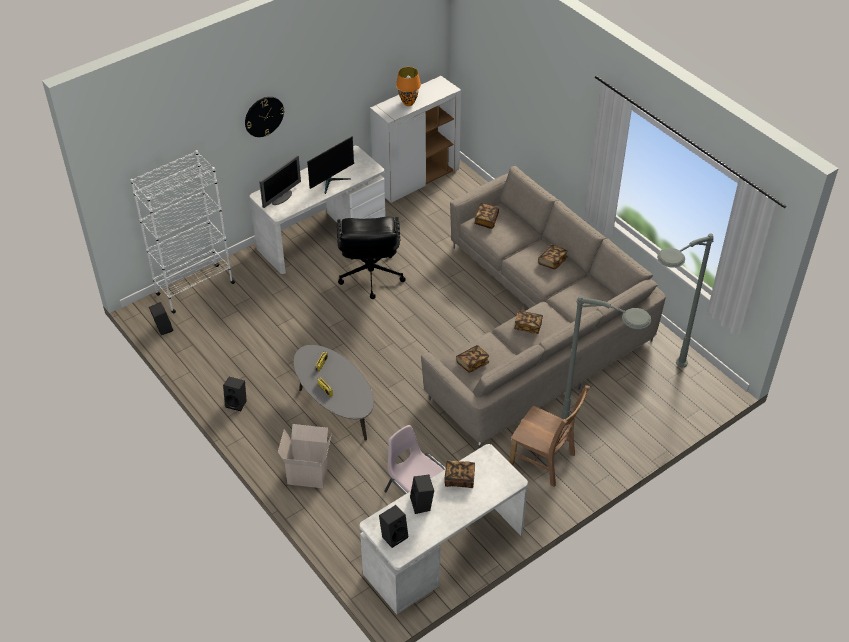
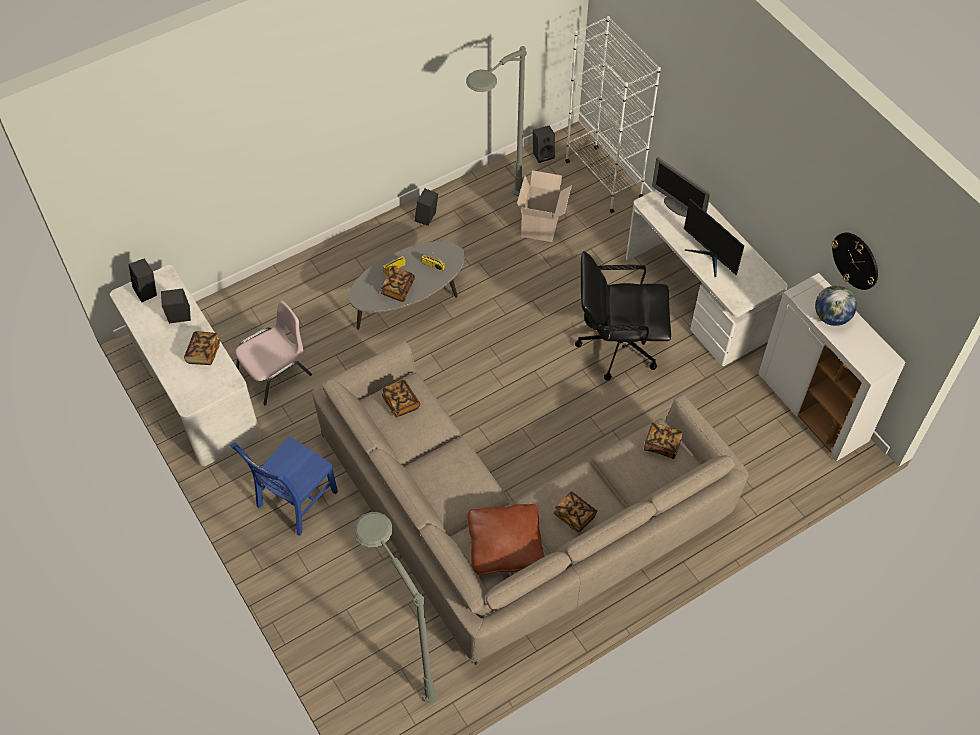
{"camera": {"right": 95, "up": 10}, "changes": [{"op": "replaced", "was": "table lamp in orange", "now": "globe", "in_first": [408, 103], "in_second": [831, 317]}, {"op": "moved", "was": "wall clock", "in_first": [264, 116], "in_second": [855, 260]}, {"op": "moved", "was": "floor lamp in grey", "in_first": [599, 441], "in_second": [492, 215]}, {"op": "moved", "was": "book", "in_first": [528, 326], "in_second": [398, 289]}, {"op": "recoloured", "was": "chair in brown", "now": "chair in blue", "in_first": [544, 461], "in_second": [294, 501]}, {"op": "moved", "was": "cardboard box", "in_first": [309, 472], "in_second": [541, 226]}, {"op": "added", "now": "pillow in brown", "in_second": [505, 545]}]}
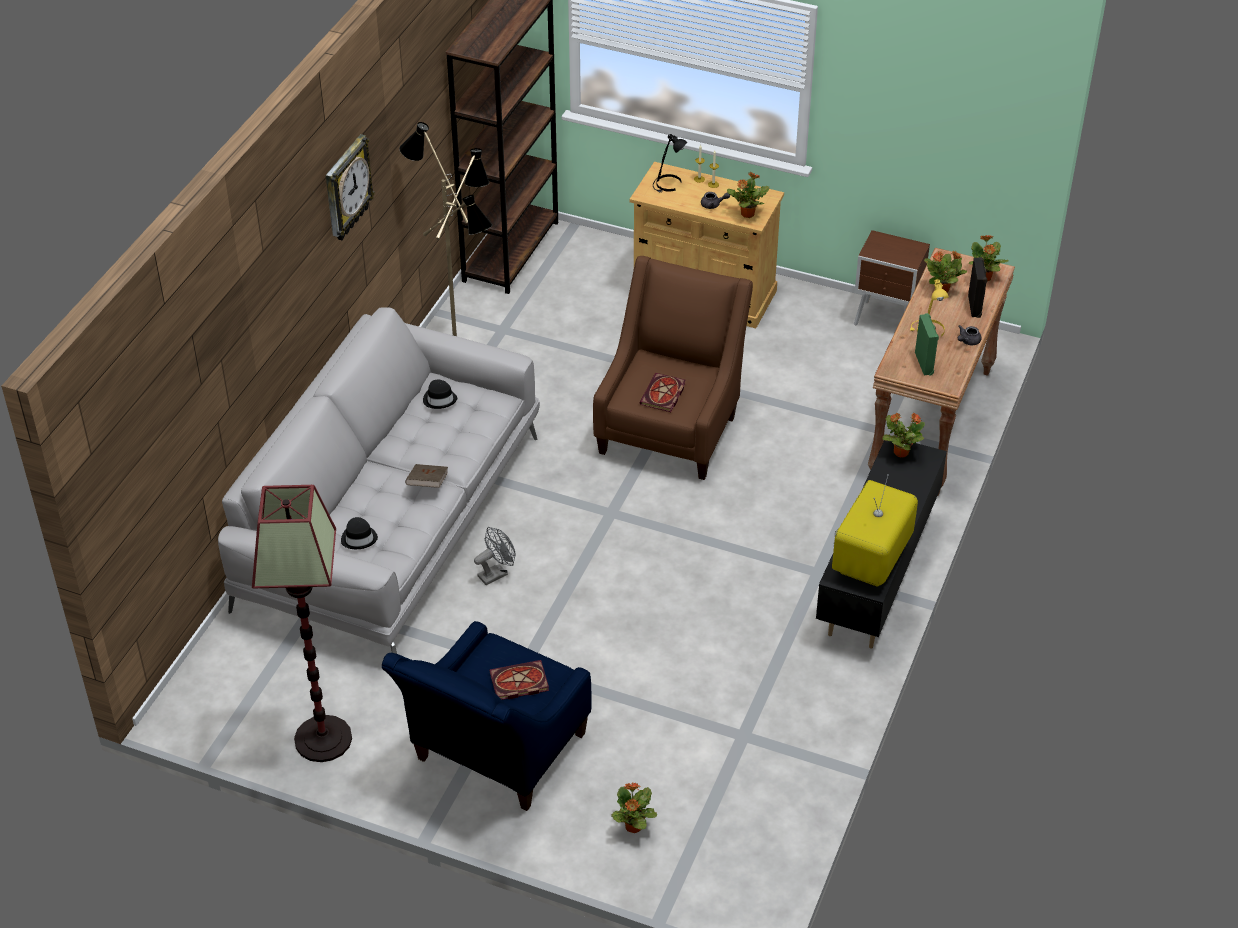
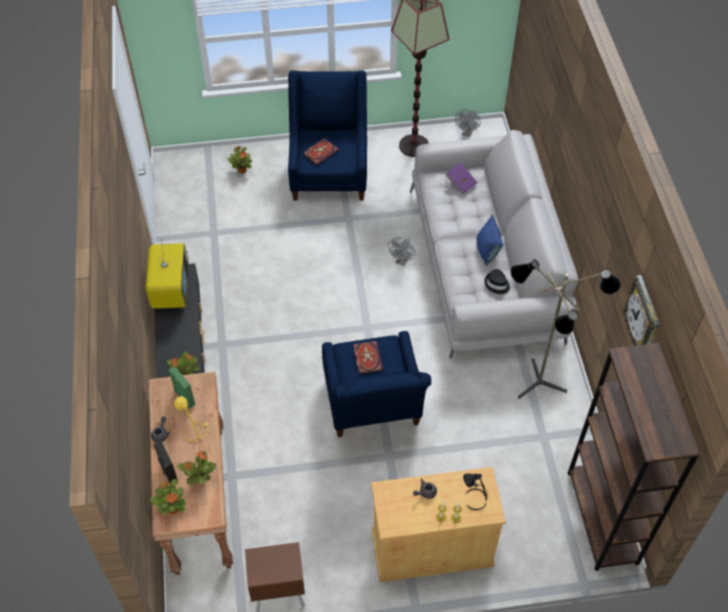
{"camera": {"right": 150, "up": 10}, "changes": [{"op": "moved", "was": "wall clock", "in_first": [346, 189], "in_second": [643, 319]}, {"op": "removed", "was": "potted plant", "in_first": [747, 214]}, {"op": "recoloured", "was": "armchair in brown", "now": "armchair in blue", "in_first": [671, 428], "in_second": [373, 408]}, {"op": "removed", "was": "book in brown", "in_first": [427, 484]}, {"op": "replaced", "was": "hat in black", "now": "book in purple", "in_first": [359, 538], "in_second": [461, 183]}, {"op": "added", "now": "fan in grey", "in_second": [467, 133]}, {"op": "added", "now": "pillow in blue", "in_second": [487, 251]}]}
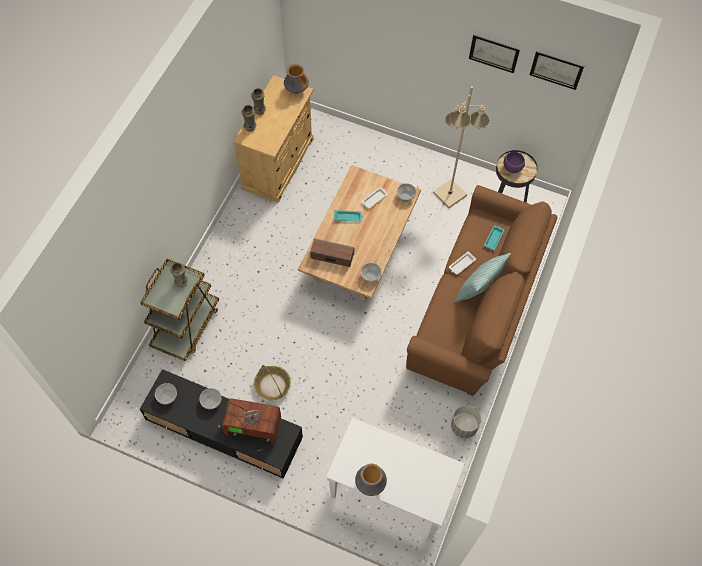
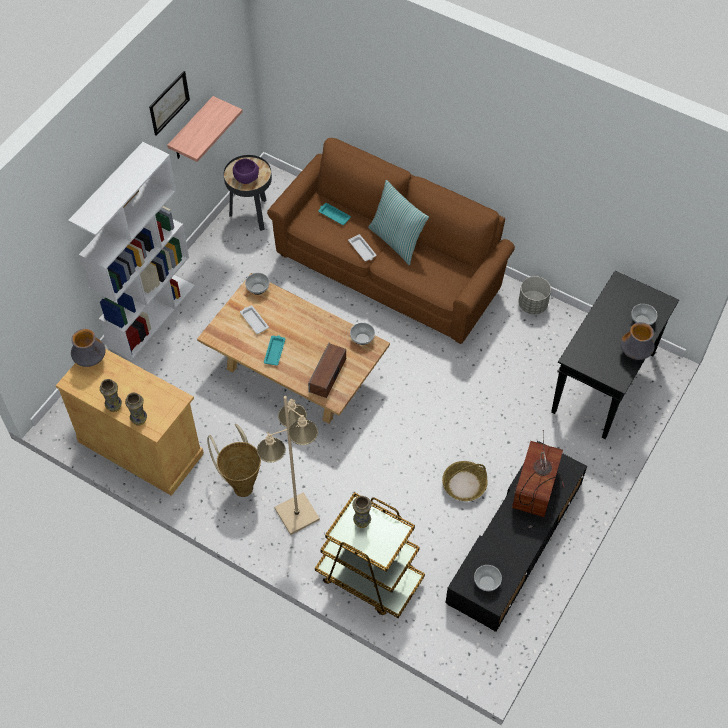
{"camera": {"right": -80, "up": -5}, "changes": [{"op": "removed", "was": "picture", "in_first": [556, 70]}, {"op": "moved", "was": "floor lamp in beige", "in_first": [449, 194], "in_second": [296, 515]}, {"op": "moved", "was": "bowl", "in_first": [211, 402], "in_second": [642, 321]}, {"op": "recoloured", "was": "console table in white", "now": "console table in black", "in_first": [389, 494], "in_second": [603, 384]}, {"op": "added", "now": "shelf", "in_second": [192, 130]}, {"op": "added", "now": "bookcase in white", "in_second": [151, 315]}, {"op": "added", "now": "basket", "in_second": [241, 484]}]}
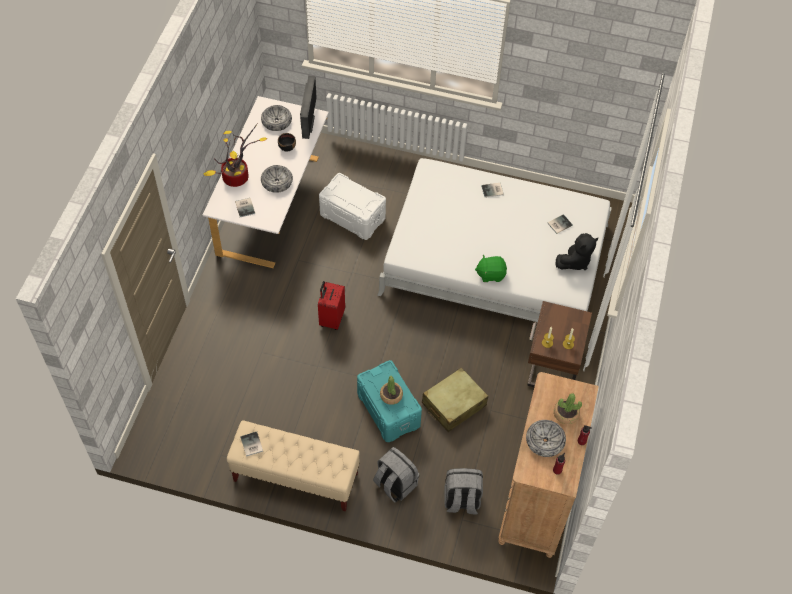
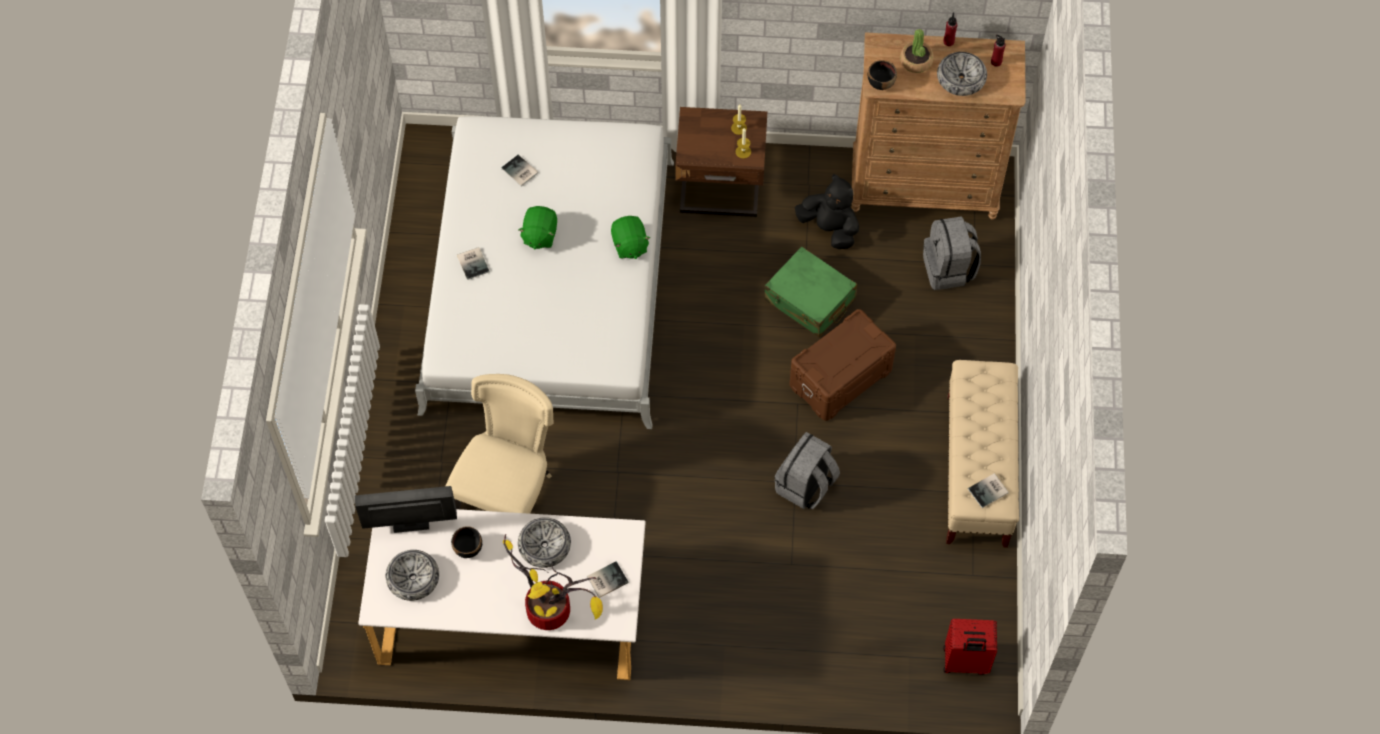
{"camera": {"right": -100, "up": 5}, "changes": [{"op": "replaced", "was": "storage box in white", "now": "chair in beige", "in_first": [352, 217], "in_second": [509, 494]}, {"op": "moved", "was": "plush toy in black", "in_first": [575, 261], "in_second": [829, 228]}, {"op": "moved", "was": "suitcase in red", "in_first": [331, 318], "in_second": [965, 662]}, {"op": "recoloured", "was": "storage box in turquoise", "now": "storage box in brown", "in_first": [388, 410], "in_second": [841, 378]}, {"op": "recoloured", "was": "suitcase in beige", "now": "suitcase in green", "in_first": [453, 404], "in_second": [810, 300]}, {"op": "removed", "was": "potted plant", "in_first": [391, 395]}, {"op": "moved", "was": "backpack in grey", "in_first": [395, 484], "in_second": [805, 486]}, {"op": "added", "now": "bowl in black", "in_second": [880, 83]}, {"op": "added", "now": "plush toy in green", "in_second": [539, 235]}]}
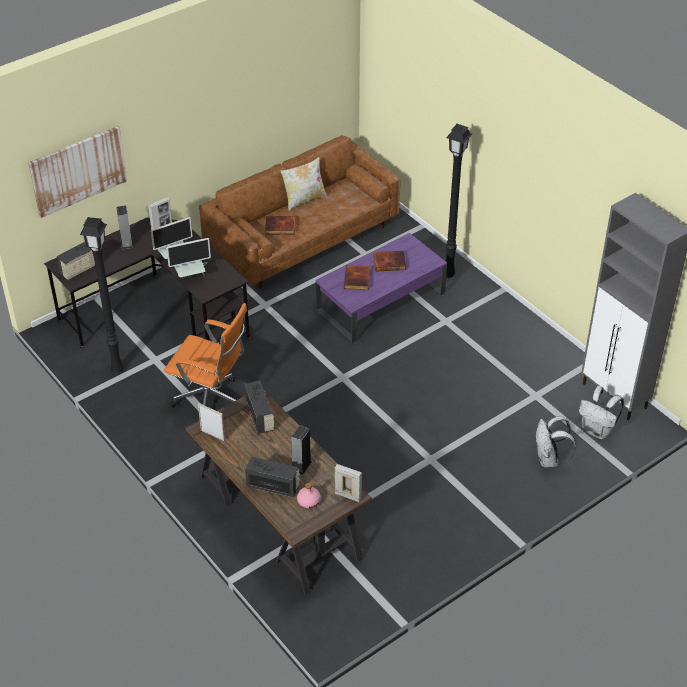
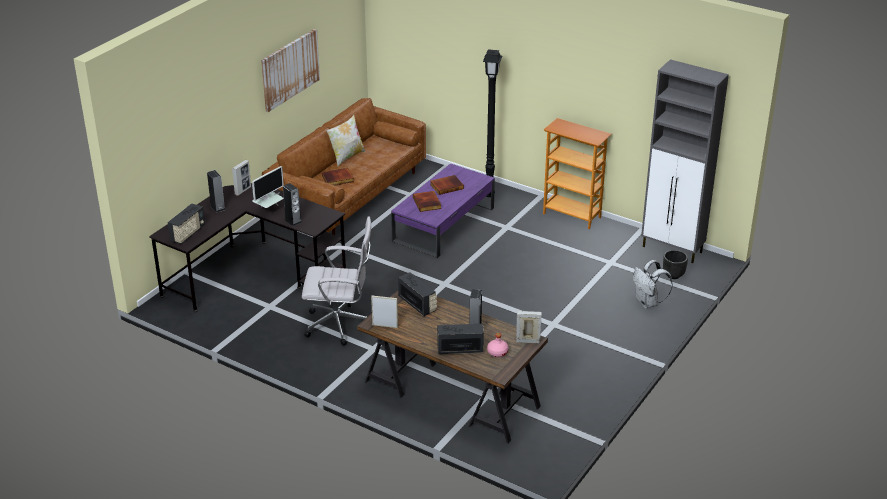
{"camera": {"right": -20, "up": -10}, "changes": [{"op": "moved", "was": "picture", "in_first": [78, 171], "in_second": [290, 69]}, {"op": "removed", "was": "floor lamp in black", "in_first": [117, 369]}, {"op": "replaced", "was": "monitor", "now": "speaker", "in_first": [191, 278], "in_second": [293, 221]}, {"op": "recoloured", "was": "office chair in orange", "now": "office chair in white", "in_first": [212, 401], "in_second": [340, 325]}, {"op": "replaced", "was": "backpack in white", "now": "planter in black", "in_first": [597, 430], "in_second": [673, 275]}, {"op": "added", "now": "bookcase", "in_second": [572, 215]}]}
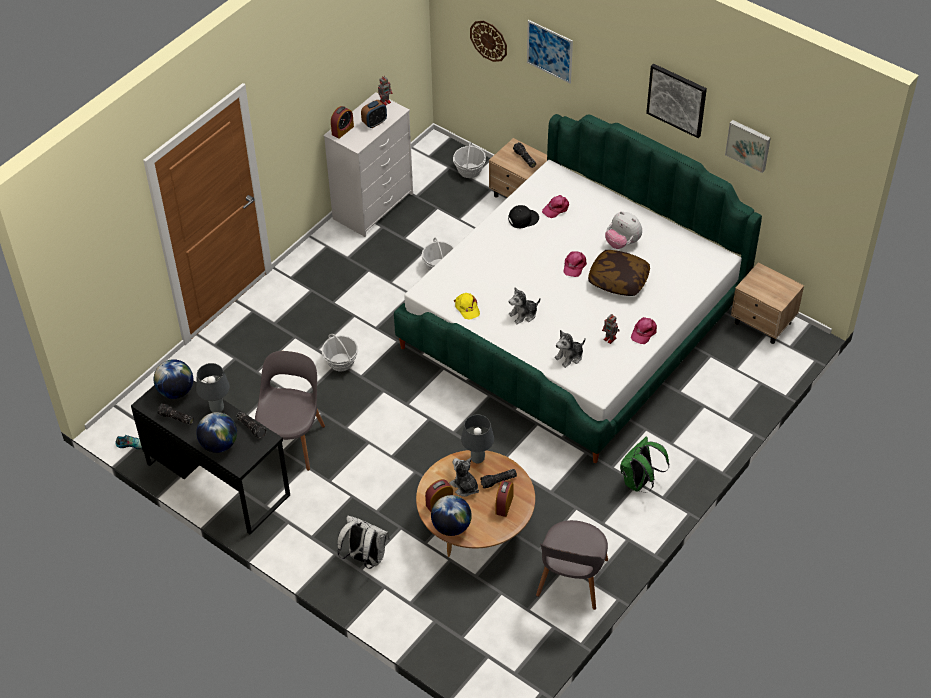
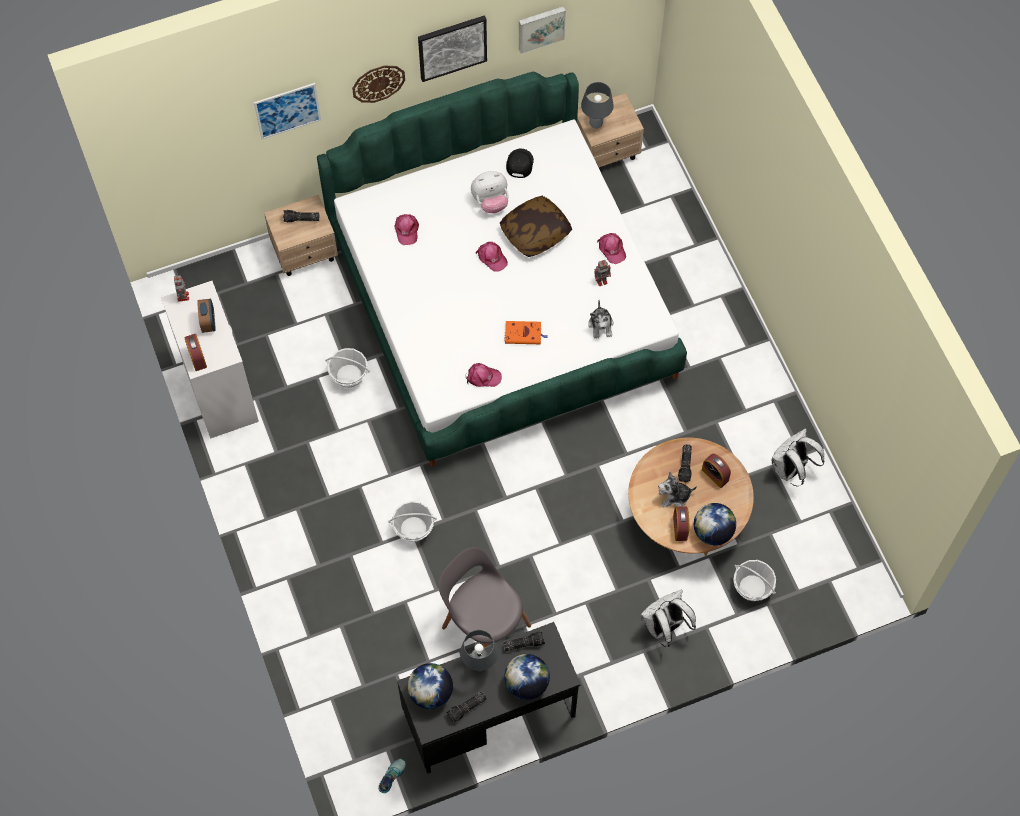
{"camera": {"right": -60, "up": 15}, "changes": [{"op": "moved", "was": "wall clock", "in_first": [489, 40], "in_second": [378, 83]}, {"op": "moved", "was": "basket", "in_first": [469, 170], "in_second": [752, 587]}, {"op": "moved", "was": "cap in black", "in_first": [523, 218], "in_second": [519, 164]}, {"op": "replaced", "was": "plush toy", "now": "book in orange", "in_first": [523, 314], "in_second": [524, 334]}, {"op": "recoloured", "was": "cap in yellow", "now": "cap in pink", "in_first": [467, 308], "in_second": [482, 377]}, {"op": "moved", "was": "table lamp in grey", "in_first": [478, 459], "in_second": [596, 124]}, {"op": "removed", "was": "backpack in green", "in_first": [639, 482]}, {"op": "replaced", "was": "chair in grey", "now": "backpack in white", "in_first": [571, 580], "in_second": [791, 470]}]}
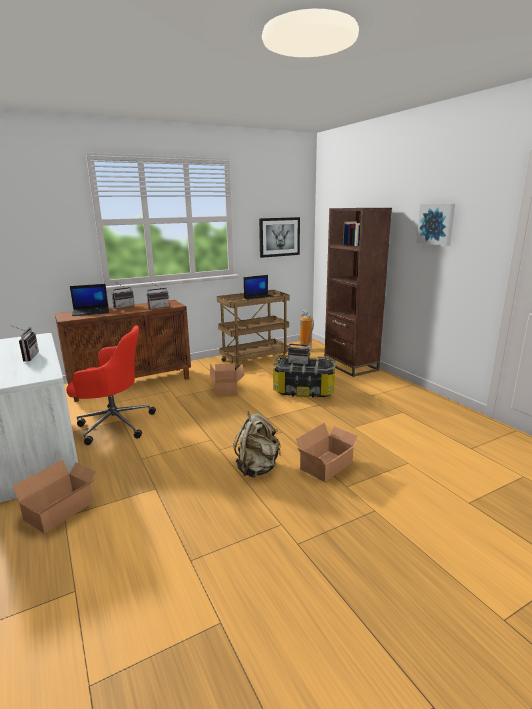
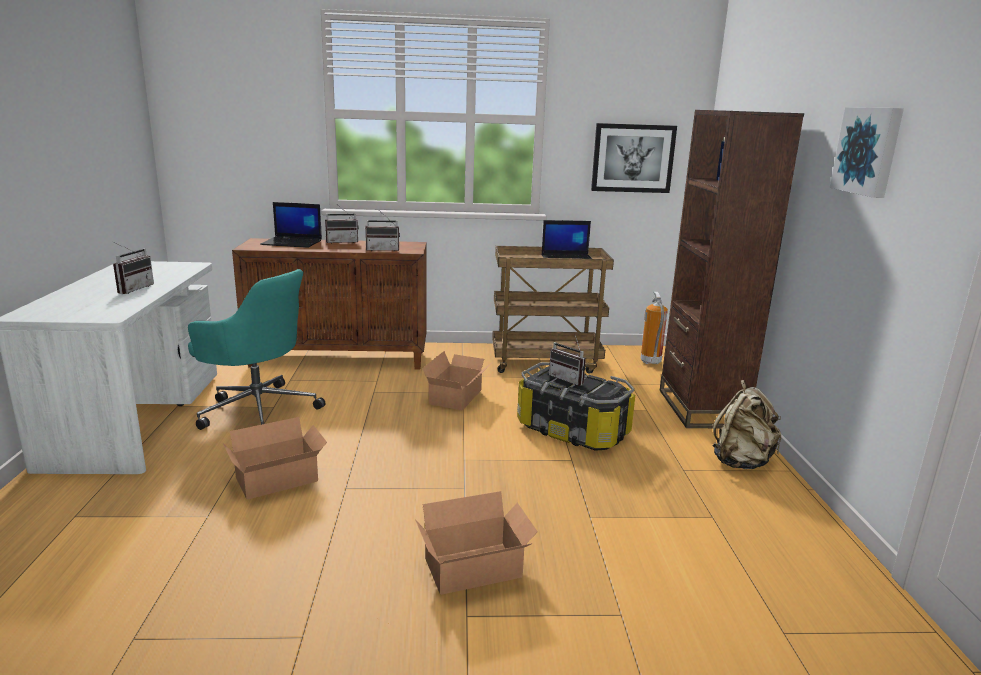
{"camera": {"right": 25, "up": 0}, "changes": [{"op": "recoloured", "was": "office chair in red", "now": "office chair in turquoise", "in_first": [114, 424], "in_second": [258, 410]}, {"op": "moved", "was": "backpack in beige", "in_first": [257, 468], "in_second": [741, 462]}, {"op": "moved", "was": "cardboard box", "in_first": [62, 510], "in_second": [279, 480]}]}
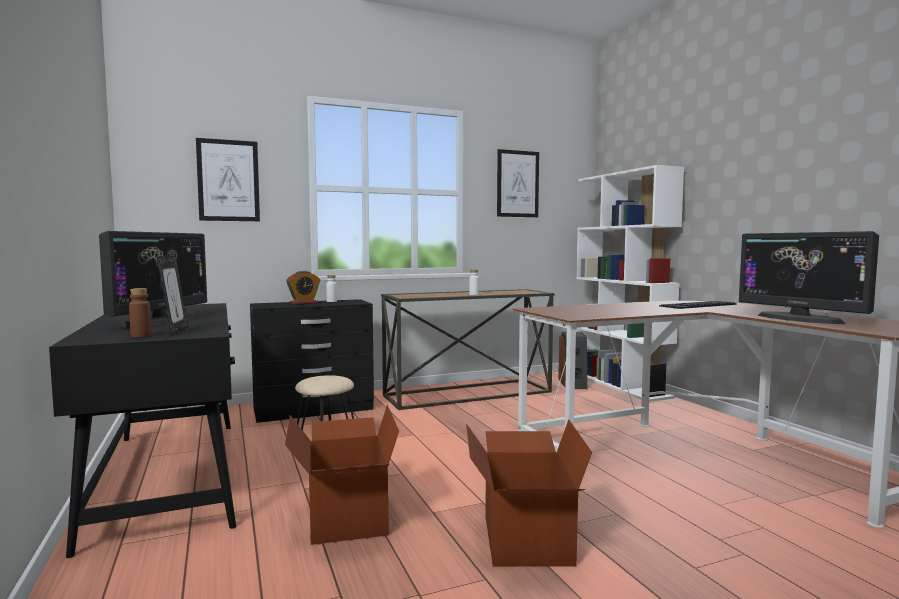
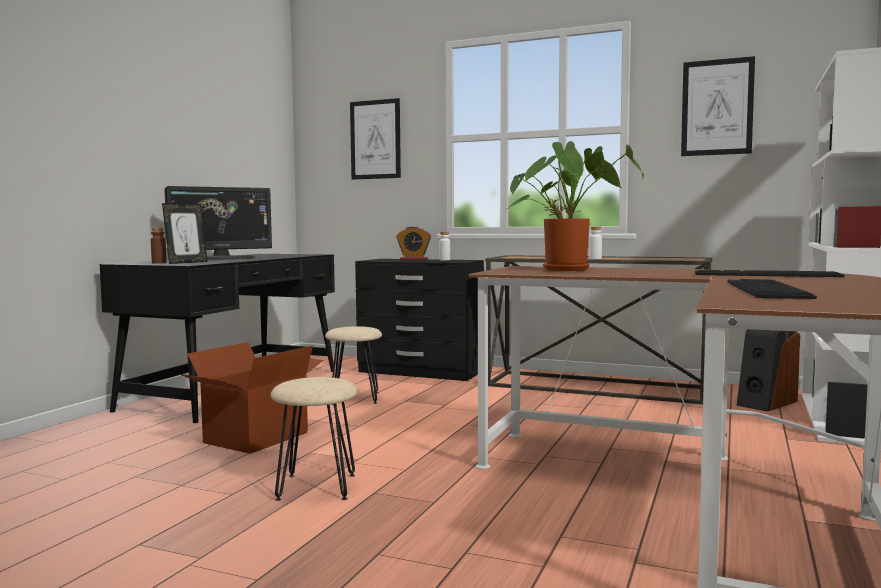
{"camera": {"right": 45, "up": 0}, "changes": [{"op": "replaced", "was": "monitor", "now": "keyboard", "in_first": [799, 318], "in_second": [766, 289]}, {"op": "replaced", "was": "cardboard box", "now": "stool in beige", "in_first": [524, 539], "in_second": [316, 487]}, {"op": "added", "now": "potted plant", "in_second": [569, 269]}]}
